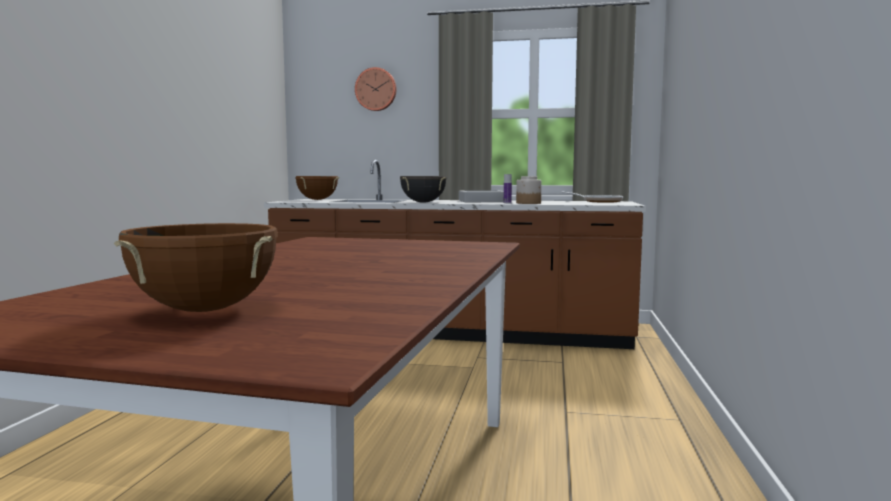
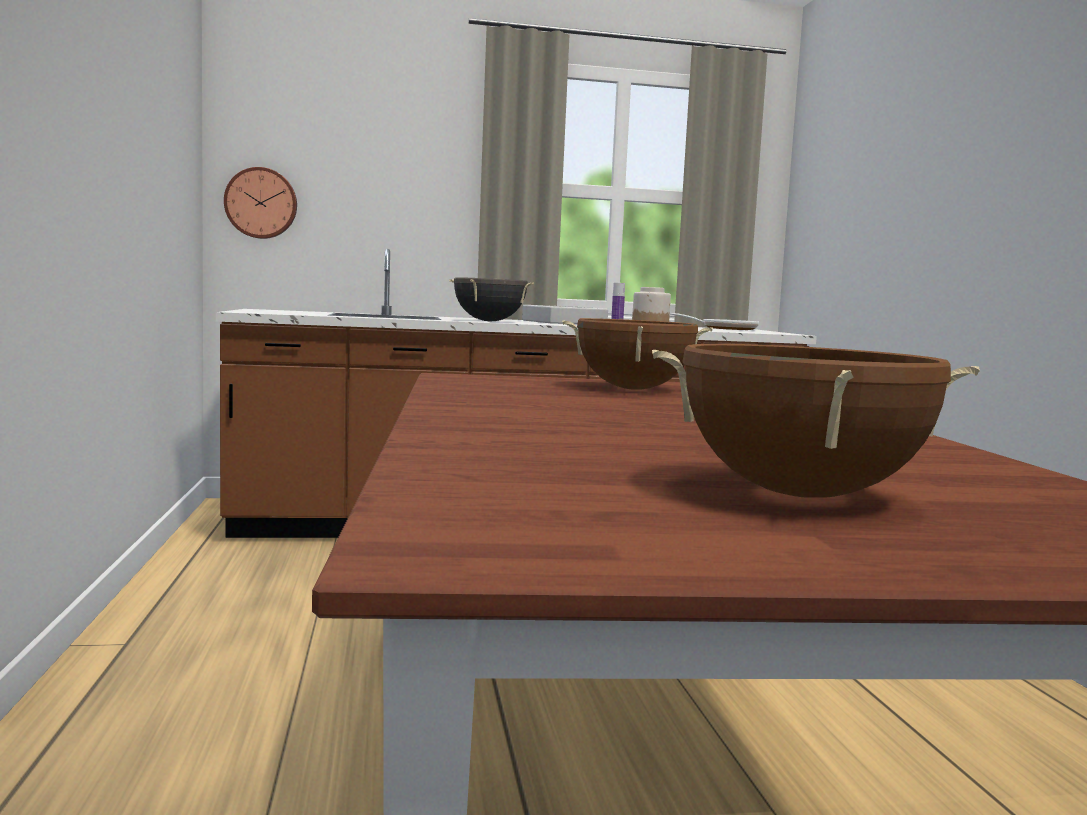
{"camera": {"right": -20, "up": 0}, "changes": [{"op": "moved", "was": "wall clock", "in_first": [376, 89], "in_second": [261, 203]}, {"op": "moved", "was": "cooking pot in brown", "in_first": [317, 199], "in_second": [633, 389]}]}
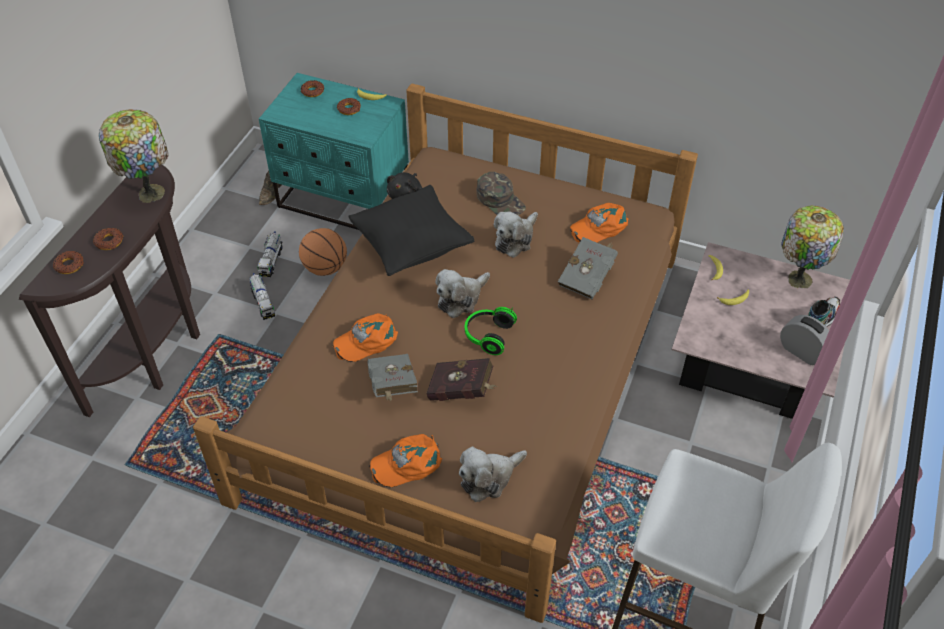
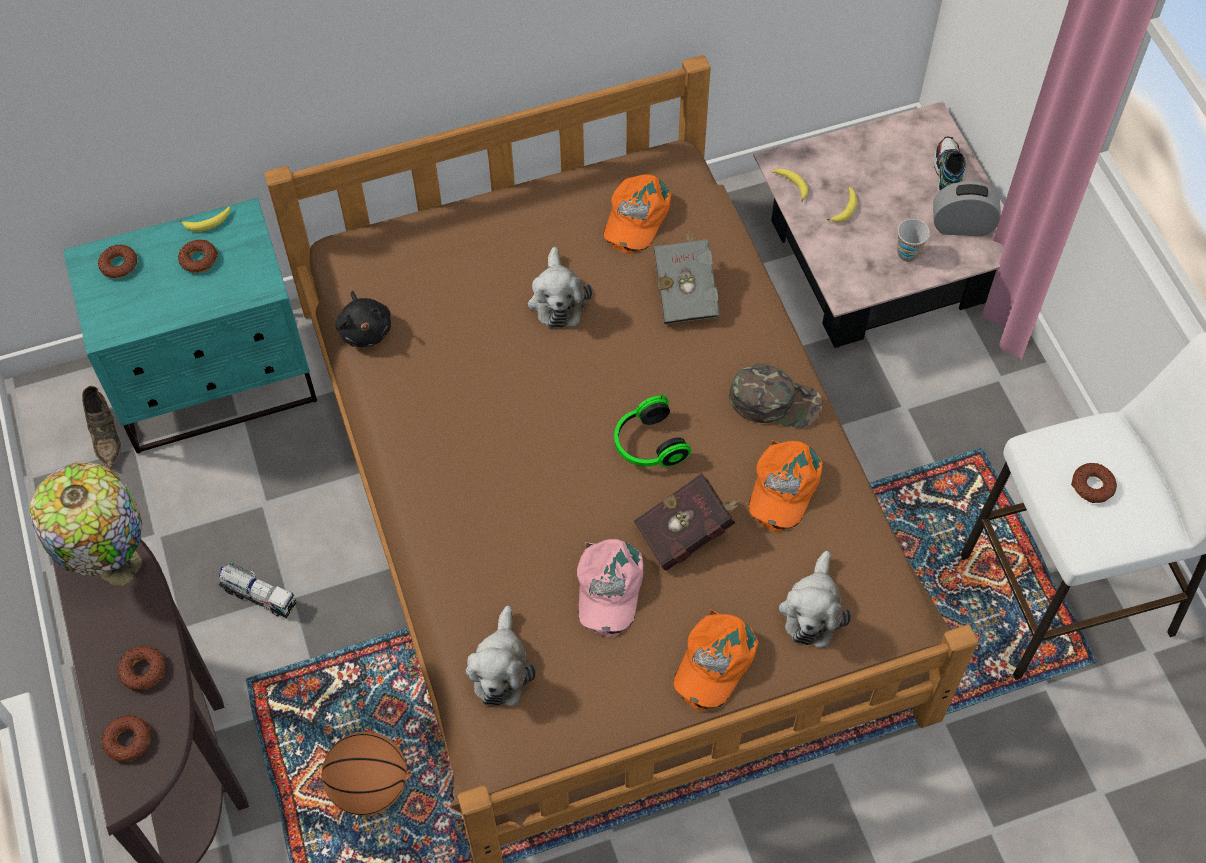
{"camera": {"right": -40, "up": 10}, "changes": [{"op": "moved", "was": "cap in green", "in_first": [500, 200], "in_second": [775, 401]}, {"op": "removed", "was": "pillow in black", "in_first": [412, 247]}, {"op": "removed", "was": "table lamp", "in_first": [798, 277]}, {"op": "moved", "was": "basketball", "in_first": [325, 268], "in_second": [369, 787]}, {"op": "removed", "was": "toy truck", "in_first": [271, 261]}, {"op": "moved", "was": "plush toy", "in_first": [461, 298], "in_second": [500, 668]}, {"op": "moved", "was": "cap in orange", "in_first": [367, 340], "in_second": [783, 487]}, {"op": "replaced", "was": "book in grey", "now": "cap in pink", "in_first": [392, 388], "in_second": [608, 588]}, {"op": "added", "now": "cup", "in_second": [908, 253]}, {"op": "added", "now": "donut", "in_second": [1092, 486]}]}
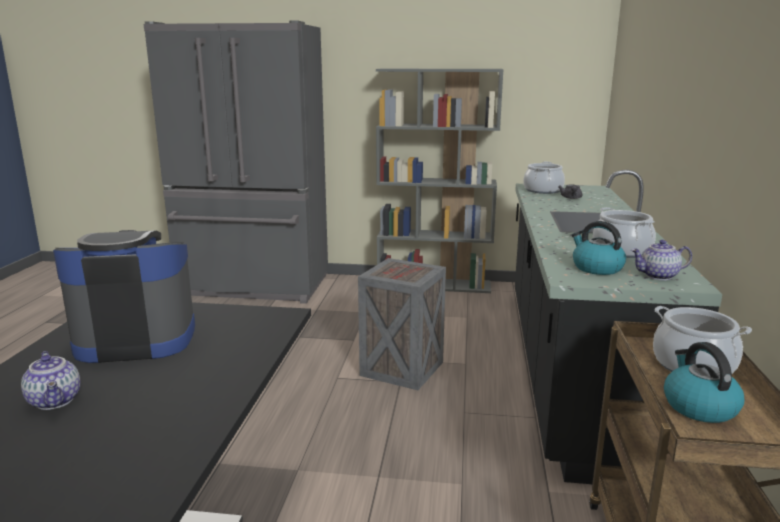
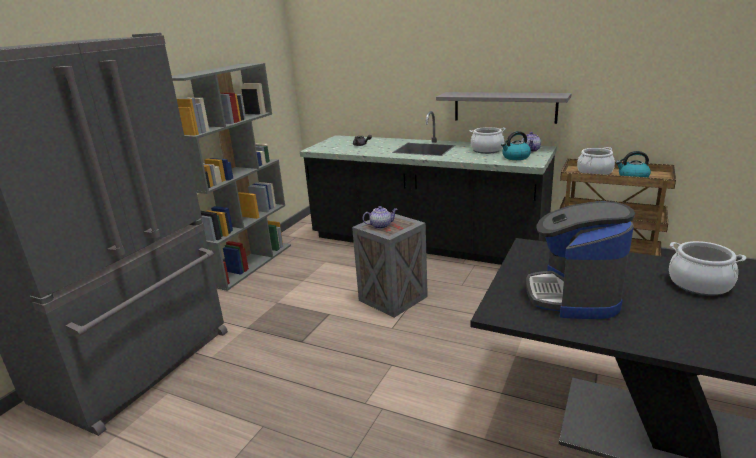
{"camera": {"right": -70, "up": 5}, "changes": [{"op": "moved", "was": "cooking pot", "in_first": [543, 190], "in_second": [699, 284]}, {"op": "moved", "was": "teapot", "in_first": [56, 401], "in_second": [381, 226]}, {"op": "added", "now": "shelf in grey", "in_second": [504, 107]}]}
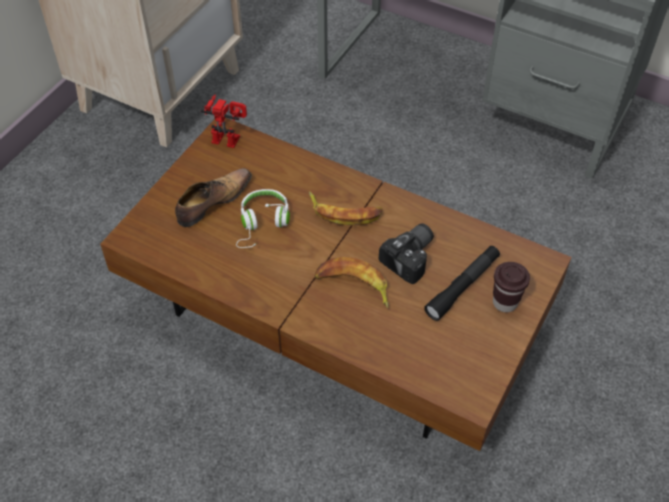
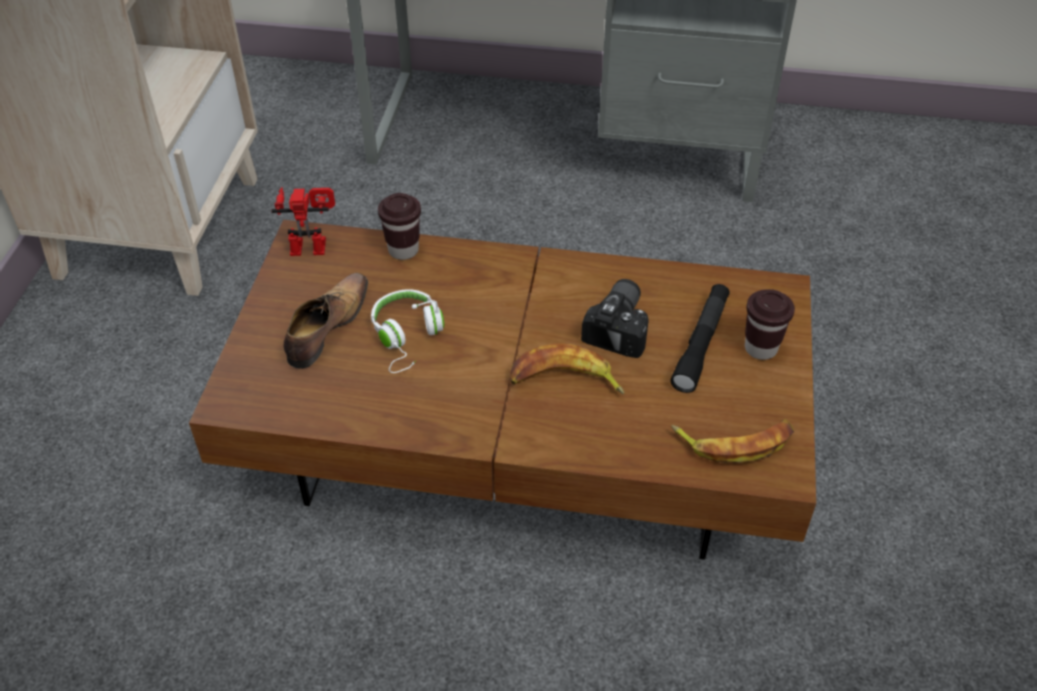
{"camera": {"right": -20, "up": -5}, "changes": [{"op": "moved", "was": "banana", "in_first": [344, 212], "in_second": [735, 442]}, {"op": "added", "now": "cup in brown", "in_second": [403, 250]}]}
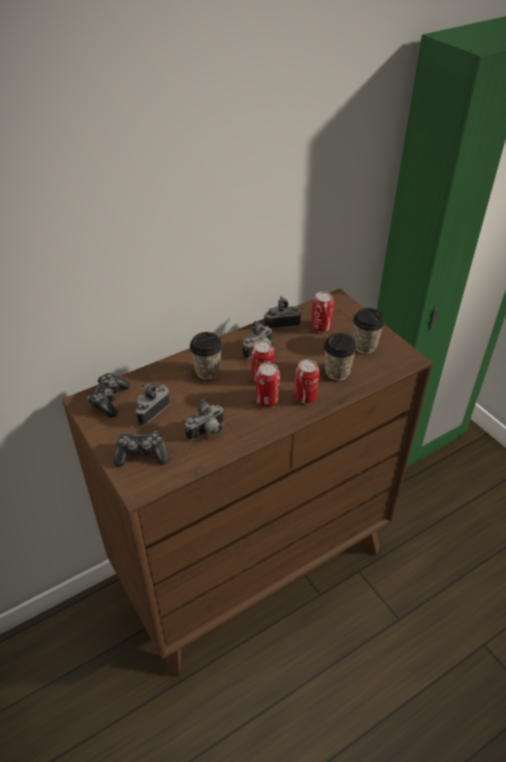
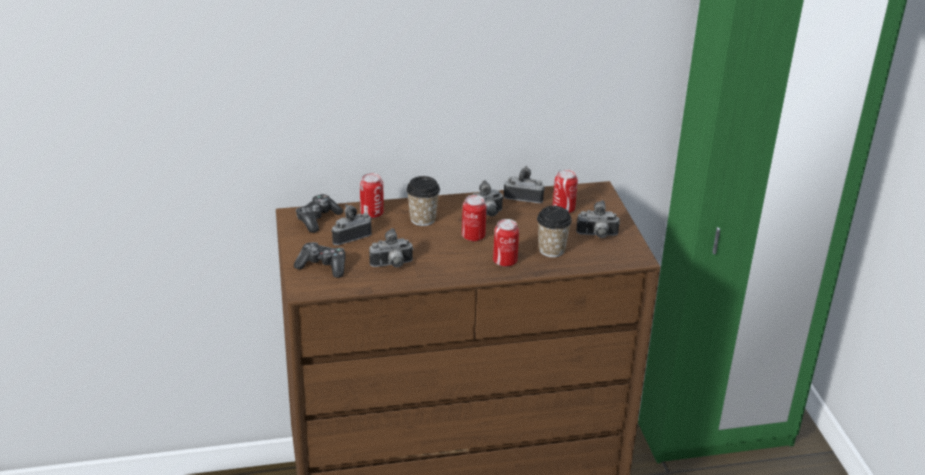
{"camera": {"right": 20, "up": -10}, "changes": [{"op": "replaced", "was": "cup", "now": "photo camera", "in_first": [364, 346], "in_second": [597, 236]}, {"op": "moved", "was": "can", "in_first": [267, 400], "in_second": [372, 213]}]}
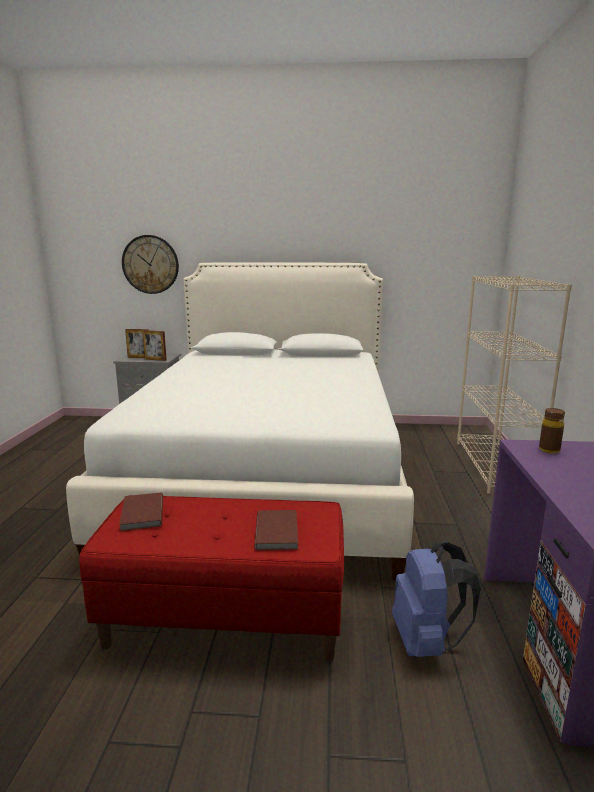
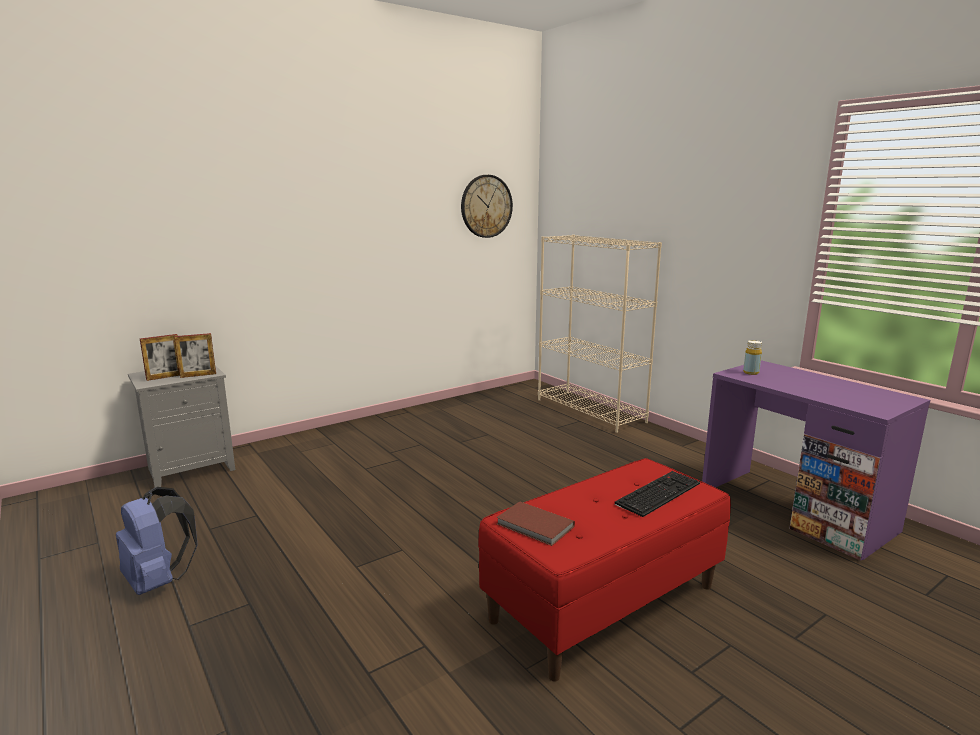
{"camera": {"right": -40, "up": 0}, "changes": [{"op": "moved", "was": "wall clock", "in_first": [150, 264], "in_second": [486, 206]}, {"op": "removed", "was": "bed in white", "in_first": [268, 475]}, {"op": "recoloured", "was": "bottle in brown", "now": "bottle in yellow", "in_first": [549, 450], "in_second": [751, 373]}, {"op": "replaced", "was": "book in brown", "now": "keyboard", "in_first": [278, 531], "in_second": [657, 492]}, {"op": "moved", "was": "backpack in blue", "in_first": [427, 642], "in_second": [159, 581]}]}
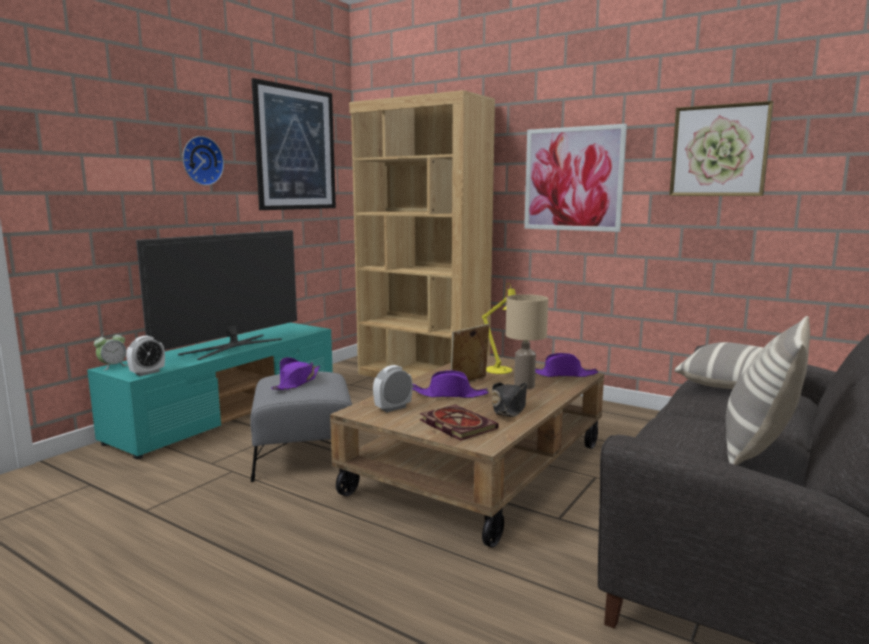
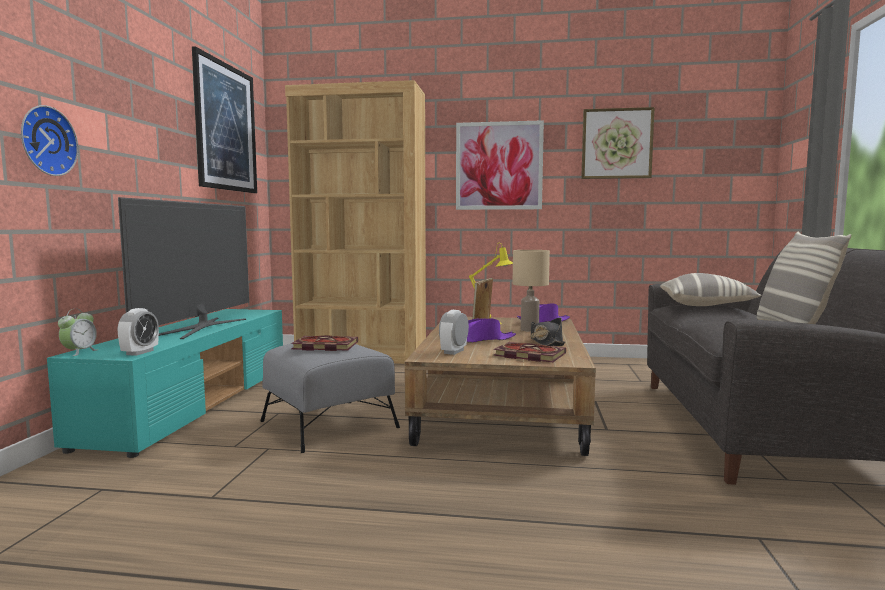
{"camera": {"right": -25, "up": -5}, "changes": [{"op": "moved", "was": "wall clock", "in_first": [201, 161], "in_second": [45, 141]}, {"op": "replaced", "was": "hat in purple", "now": "book", "in_first": [296, 382], "in_second": [323, 346]}]}
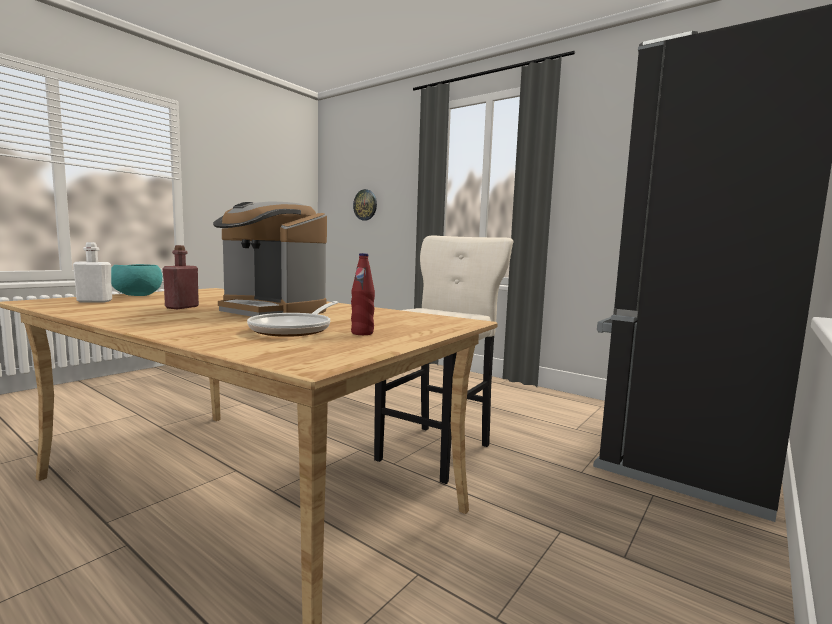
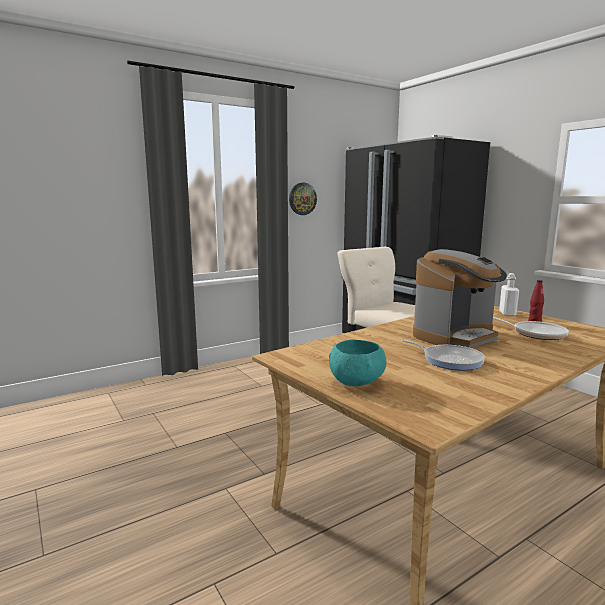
{"camera": {"right": -70, "up": 5}, "changes": [{"op": "moved", "was": "wall clock", "in_first": [365, 205], "in_second": [302, 199]}, {"op": "moved", "was": "bottle in white", "in_first": [94, 301], "in_second": [507, 313]}, {"op": "replaced", "was": "bottle in red", "now": "frying pan", "in_first": [182, 307], "in_second": [449, 360]}]}
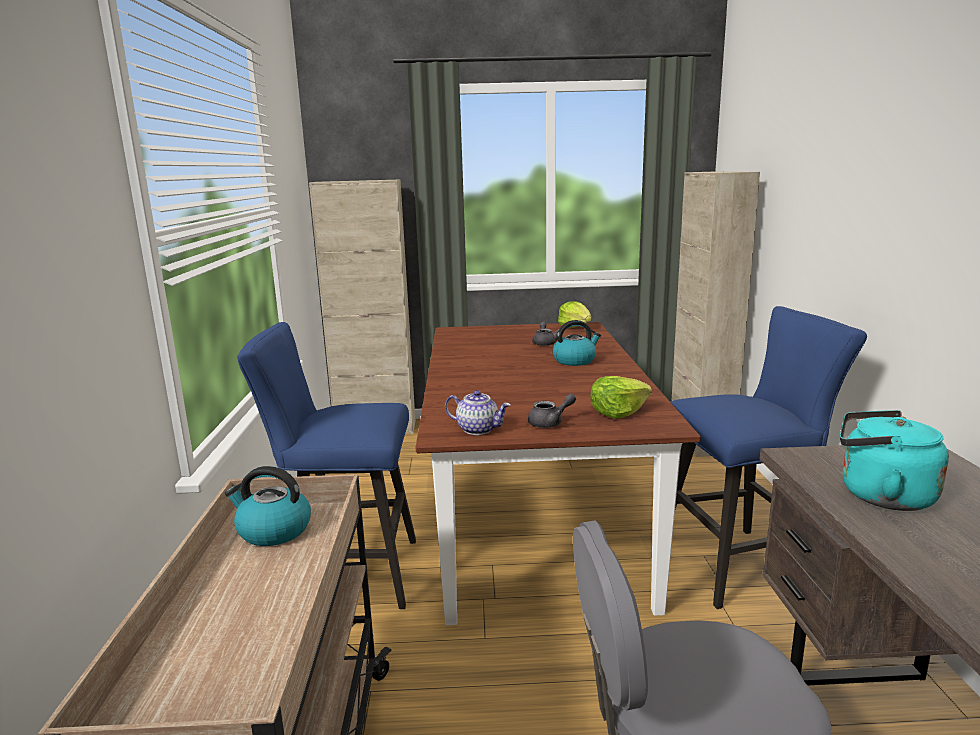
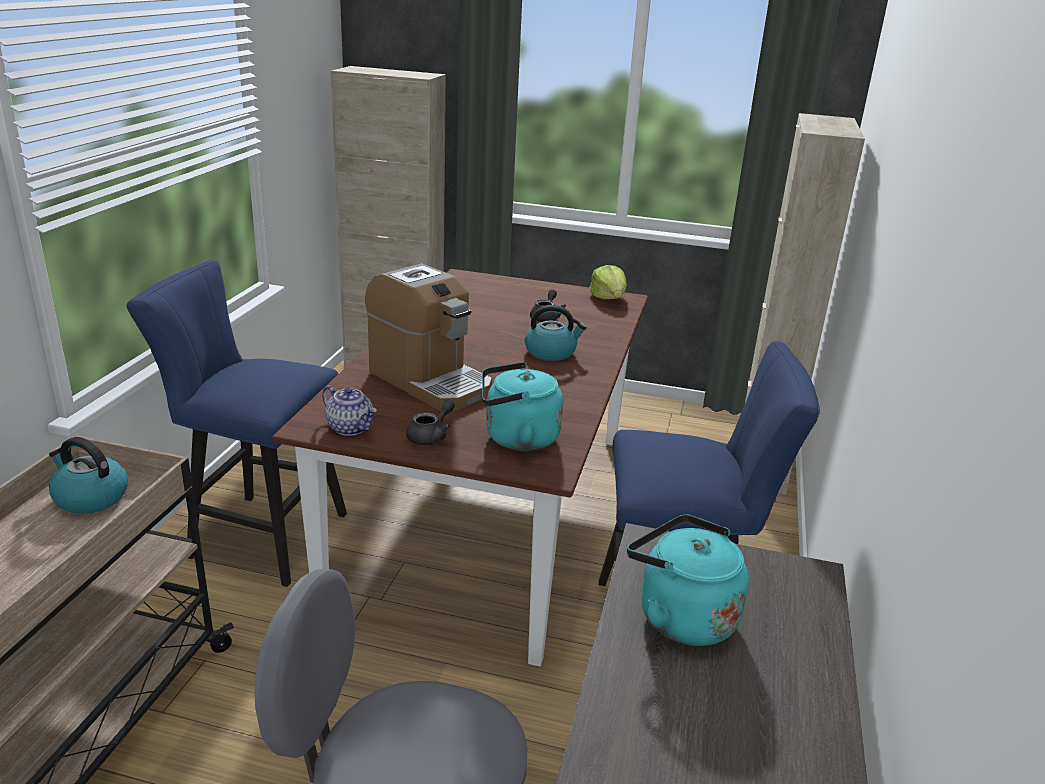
{"camera": {"right": 15, "up": 10}, "changes": [{"op": "replaced", "was": "lettuce", "now": "kettle in turquoise", "in_first": [618, 412], "in_second": [517, 438]}, {"op": "turned", "was": "teapot in grey", "in_first": [550, 423], "in_second": [431, 436], "clockwise": -45}, {"op": "added", "now": "coffee machine", "in_second": [430, 381]}]}
